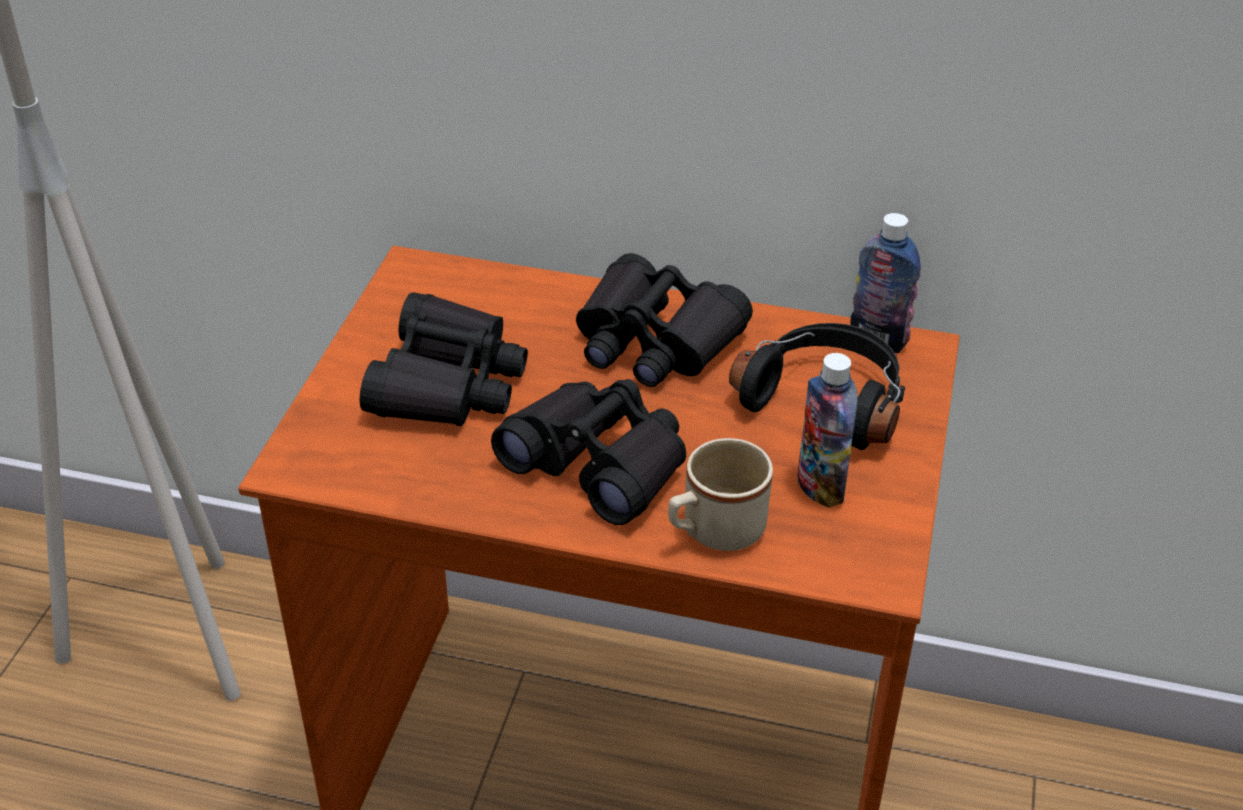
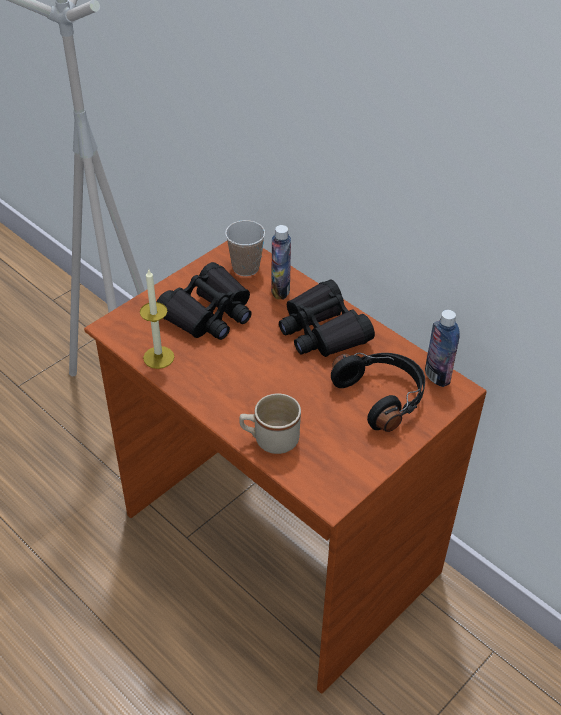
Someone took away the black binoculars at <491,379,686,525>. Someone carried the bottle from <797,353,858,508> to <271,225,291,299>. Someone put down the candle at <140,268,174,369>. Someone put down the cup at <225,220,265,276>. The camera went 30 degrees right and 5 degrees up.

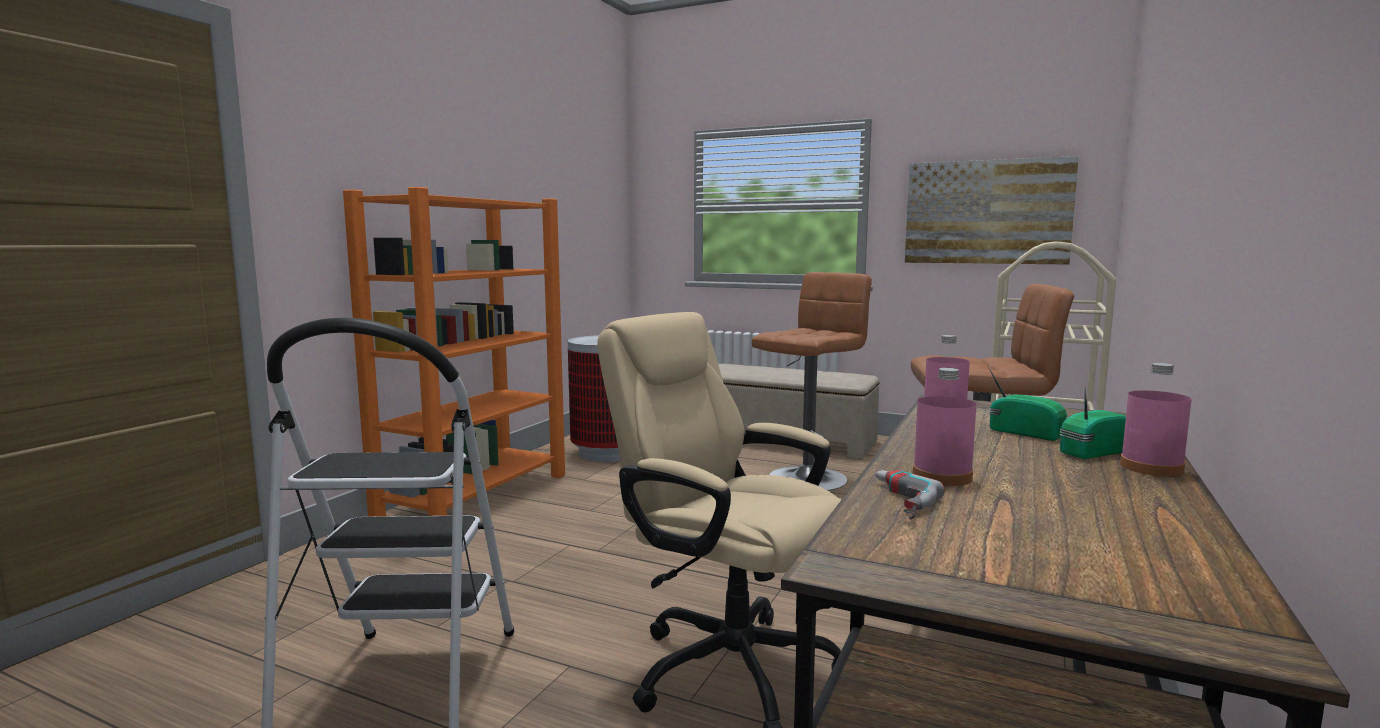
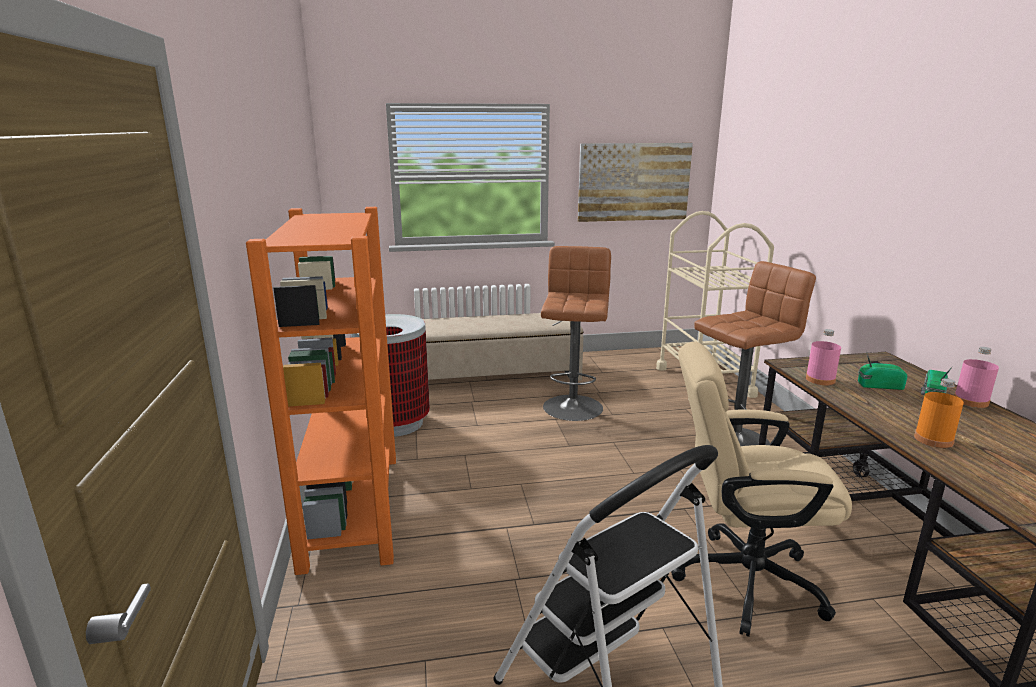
Someone took away the power drill at <875,470,945,520>. Someone repainted the pink bottle at <913,368,976,486>, which became the orange bottle at <914,378,964,448>. The camera went 35 degrees left and 10 degrees up.

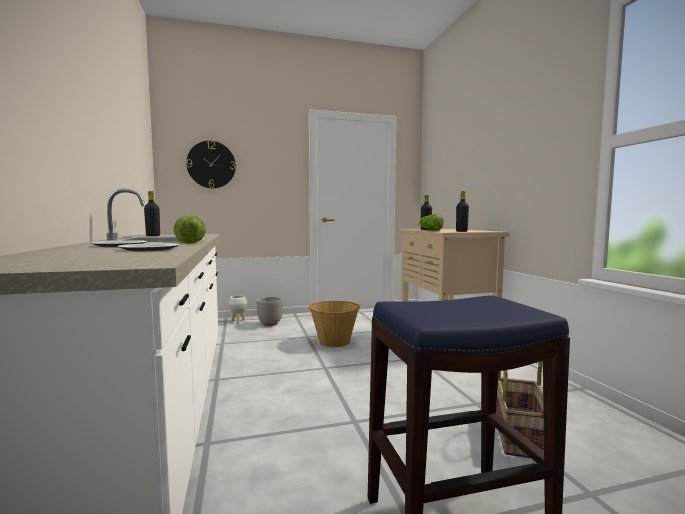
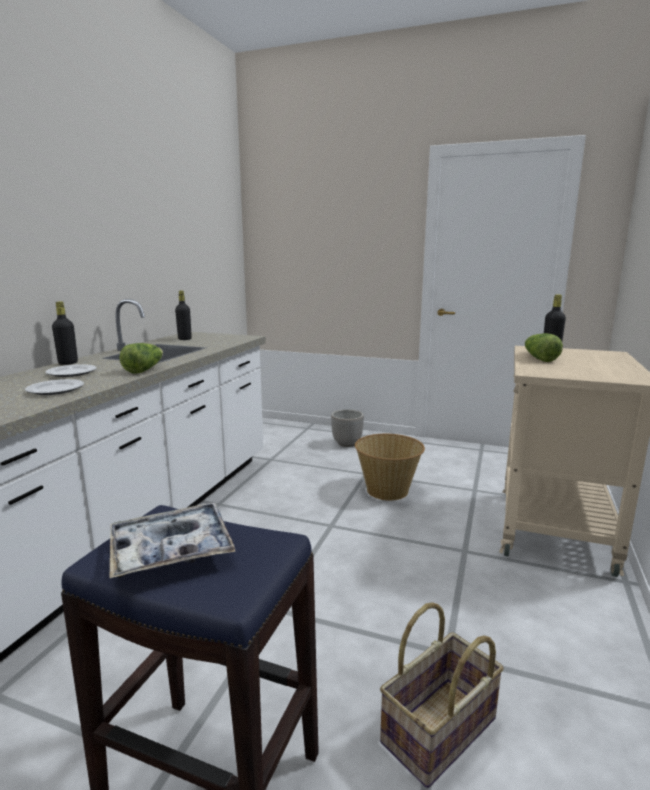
Someone took away the wall clock at <186,141,236,188>. Someone took away the white planter at <228,295,247,323>. Someone carried the black bottle from <456,191,469,232> to <52,301,78,365>. Someone put down the tray at <110,503,236,578>. The camera went 35 degrees right and 10 degrees up.

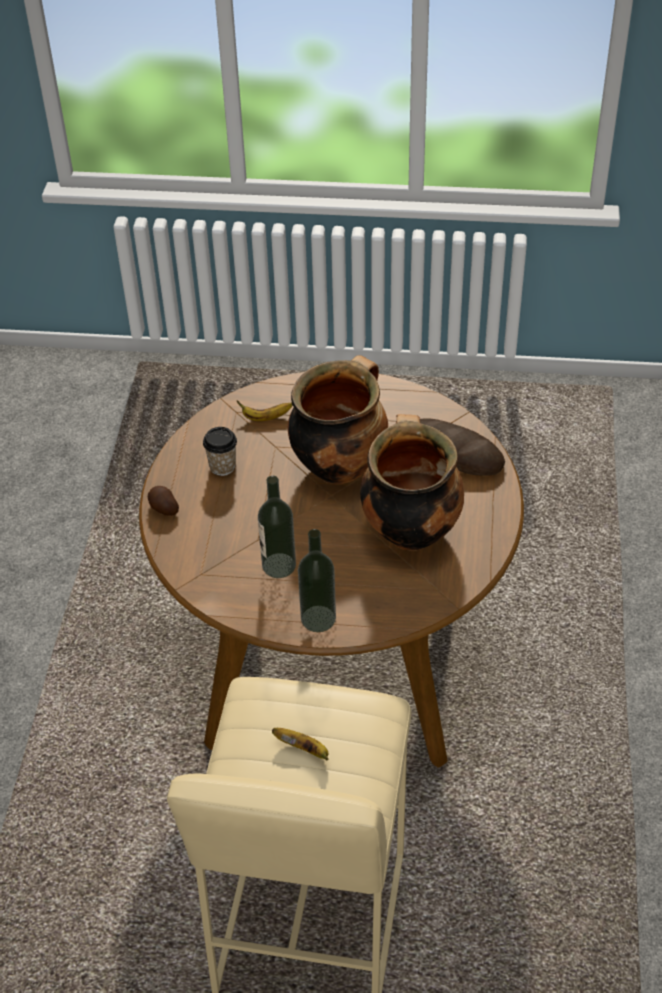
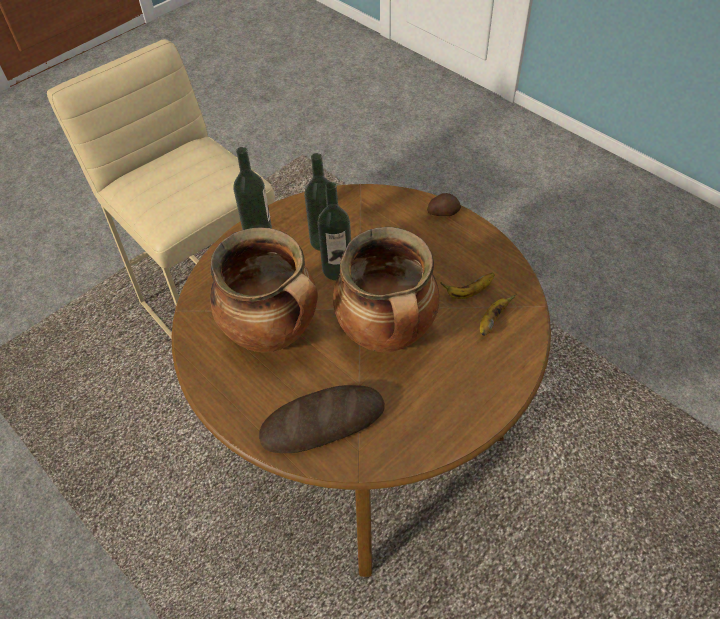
Someone took away the cup at <203,427,237,476>. Someone carried the banana from <272,728,328,761> to <440,273,494,299>. Someone put down the bottle at <317,182,351,280>. The camera went 130 degrees right and 5 degrees up.

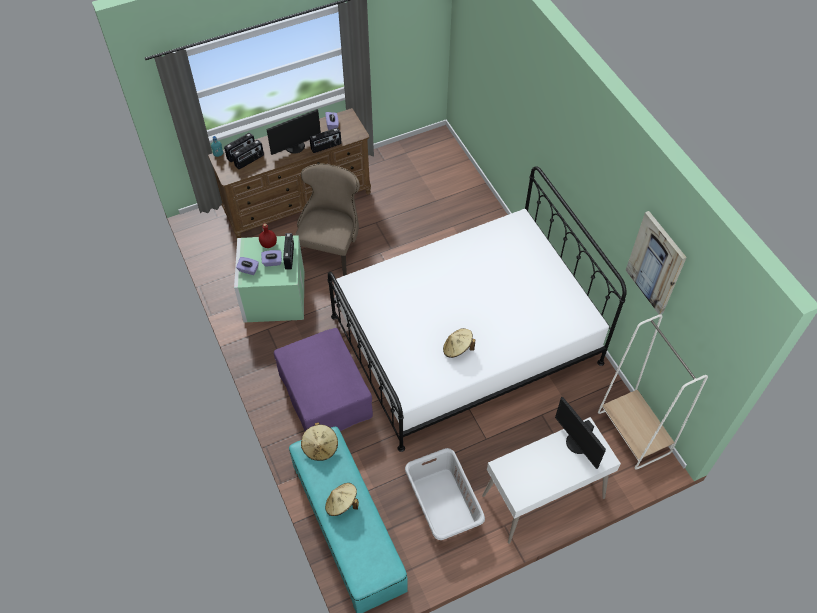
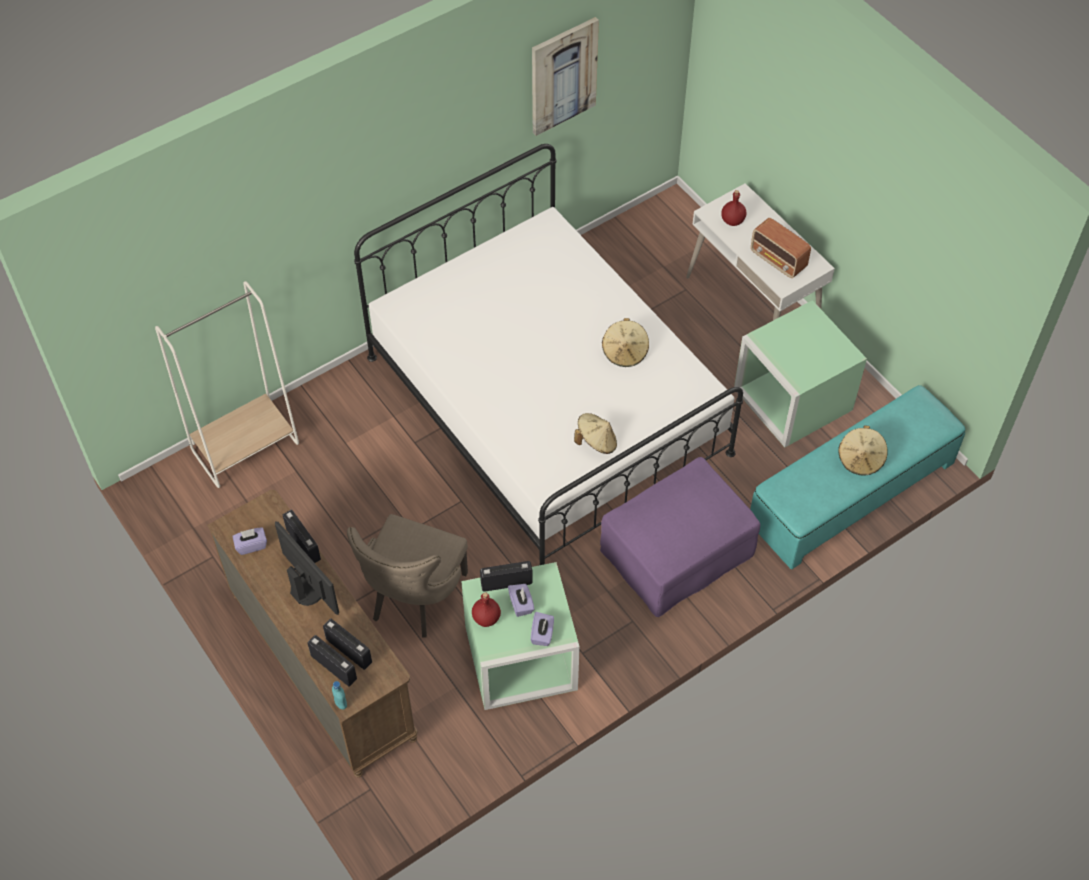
Someone rotated the beige chair at <295,164,360,276> by 75 degrees counterclockwise. Someone carried the beige hat from <301,422,338,461> to <574,413,617,454>. Someone swapped the grey laundry basket at <405,448,485,540> for the green storage box at <734,300,867,448>. Someone swapped the monitor at <555,397,606,469> for the red bottle at <721,190,746,226>. Someone carried the clothes rack from <598,314,708,470> to <155,281,299,488>. Someone put down the radio at <751,218,811,278>. The camera went 100 degrees left and 0 degrees up.

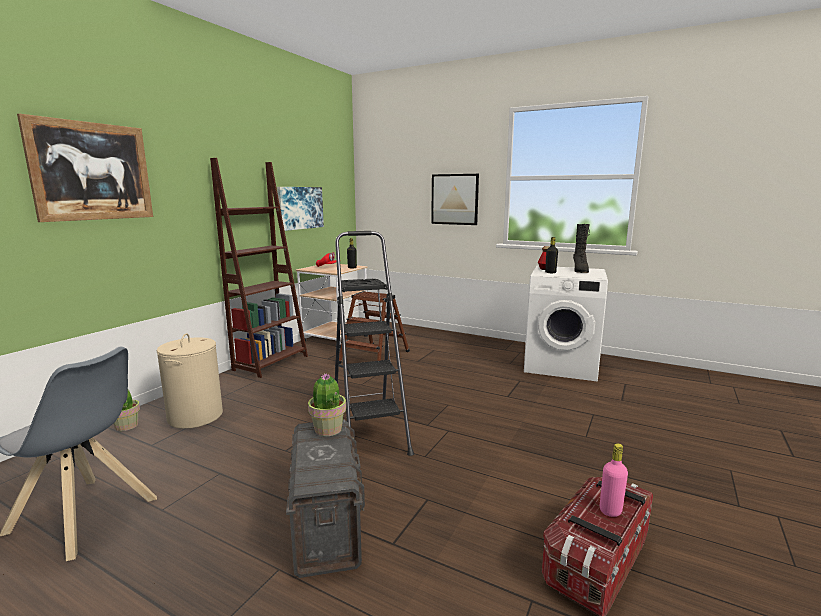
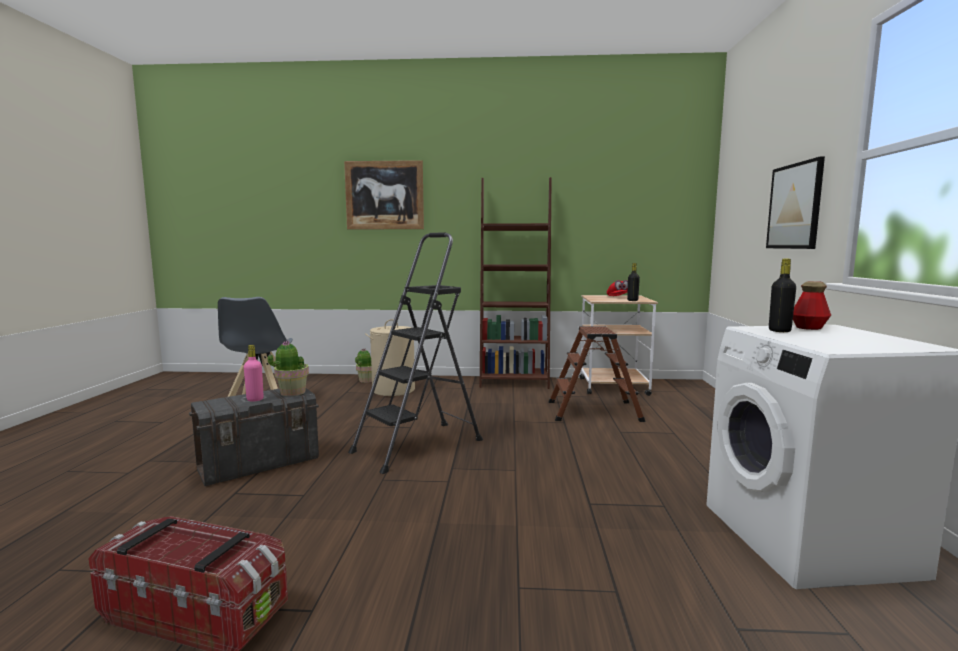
Someone took away the picture at <277,187,324,231>. Someone took away the black boot at <573,224,590,273>. Someone carried the pink bottle from <600,443,628,517> to <244,345,264,402>. The camera went 65 degrees right and 5 degrees down.

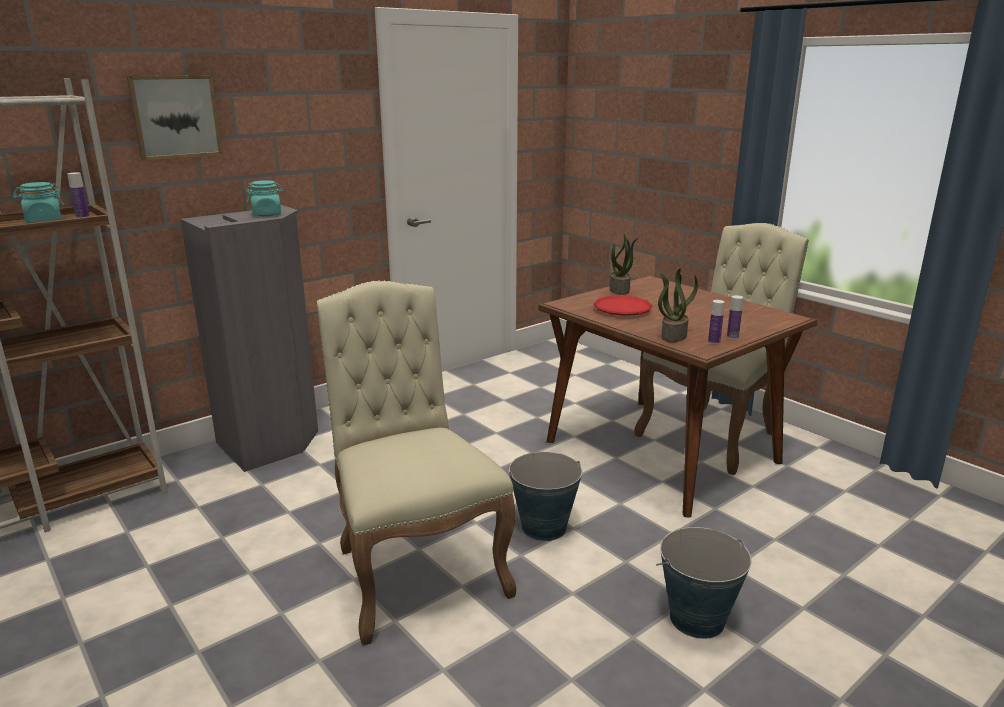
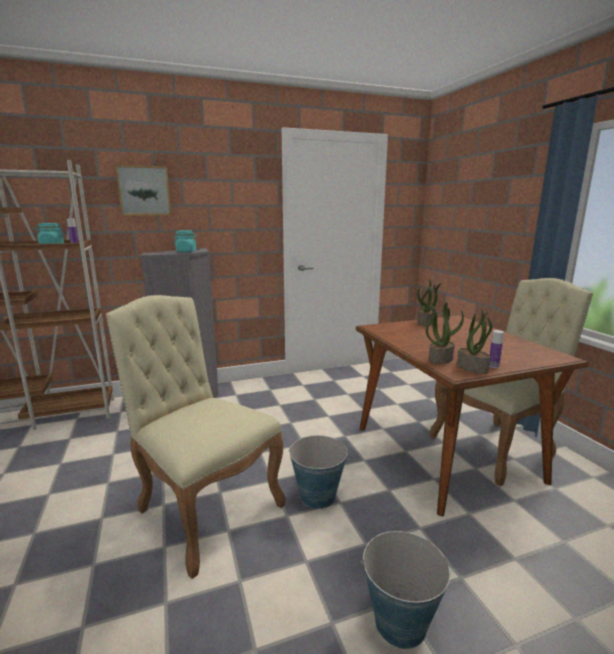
Someone rotated the beige chair at <316,280,516,646> by 45 degrees counterclockwise. Someone took away the red plate at <593,295,653,316>. Someone swapped the bottle at <708,300,725,344> for the potted plant at <457,309,493,374>. The camera went 20 degrees right and 5 degrees down.

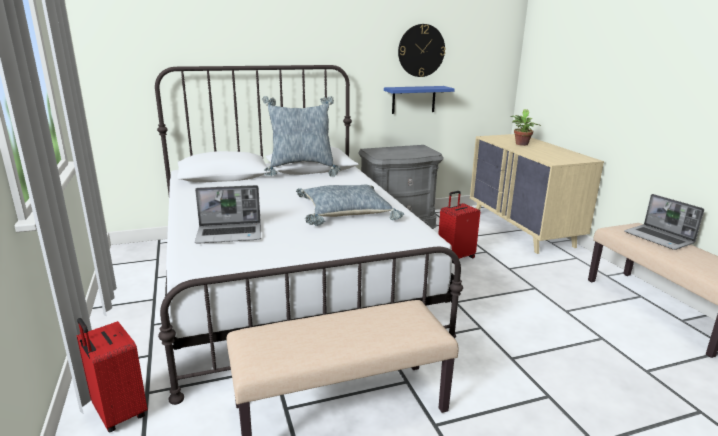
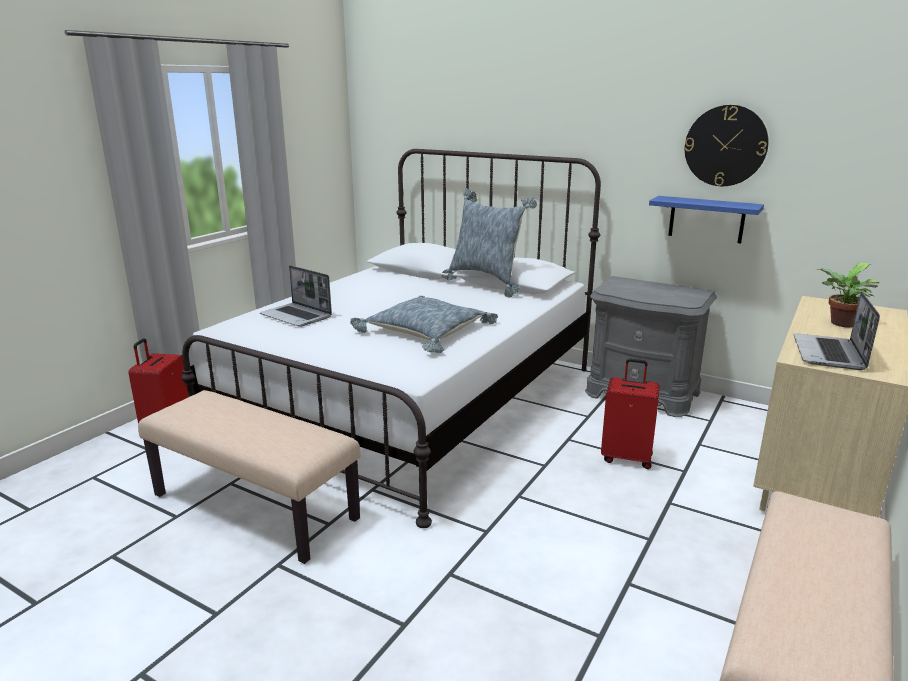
Someone carried the laptop from <624,194,704,250> to <794,292,880,370>. The camera went 50 degrees right and 0 degrees up.

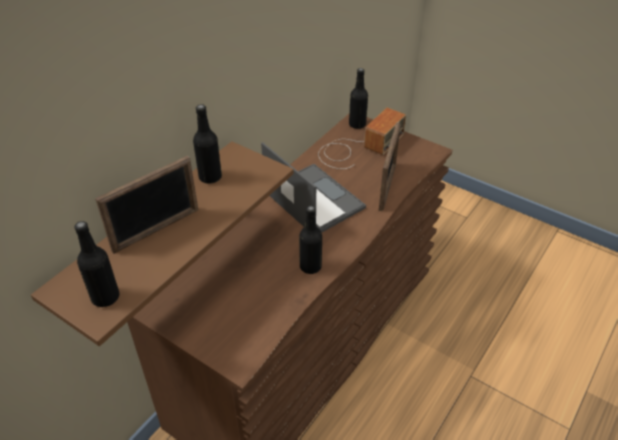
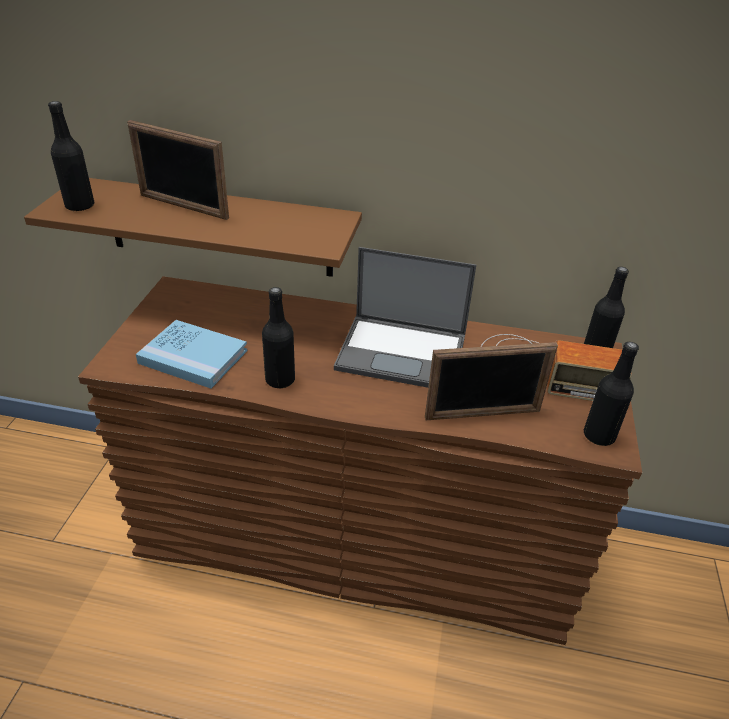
Someone carried the black bottle from <193,104,222,184> to <584,342,639,446>. Someone rotated the laptop at <261,142,366,233> by 75 degrees clockwise. Someone put down the blue book at <136,320,247,389>. The camera went 65 degrees right and 5 degrees down.

